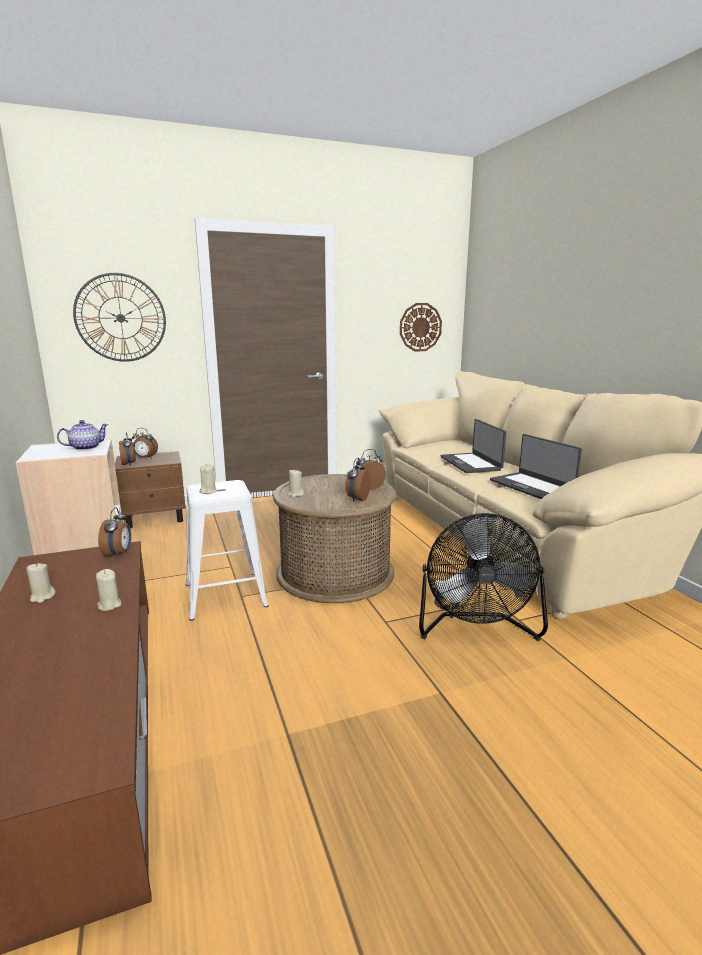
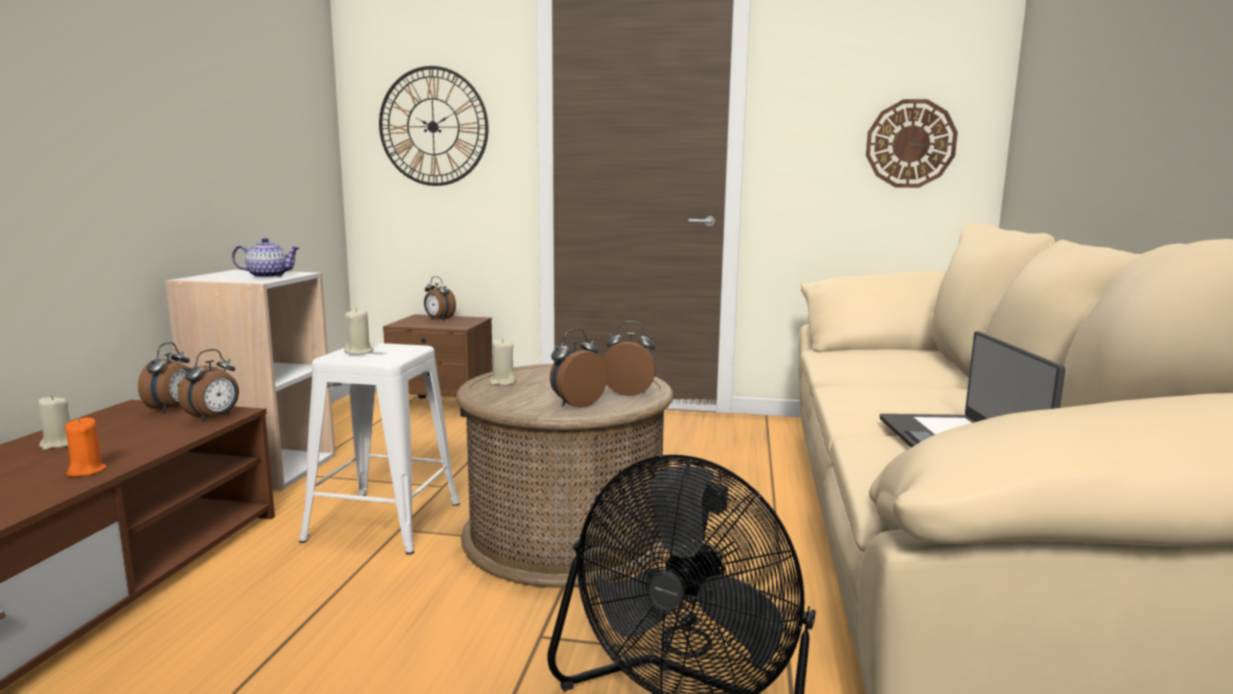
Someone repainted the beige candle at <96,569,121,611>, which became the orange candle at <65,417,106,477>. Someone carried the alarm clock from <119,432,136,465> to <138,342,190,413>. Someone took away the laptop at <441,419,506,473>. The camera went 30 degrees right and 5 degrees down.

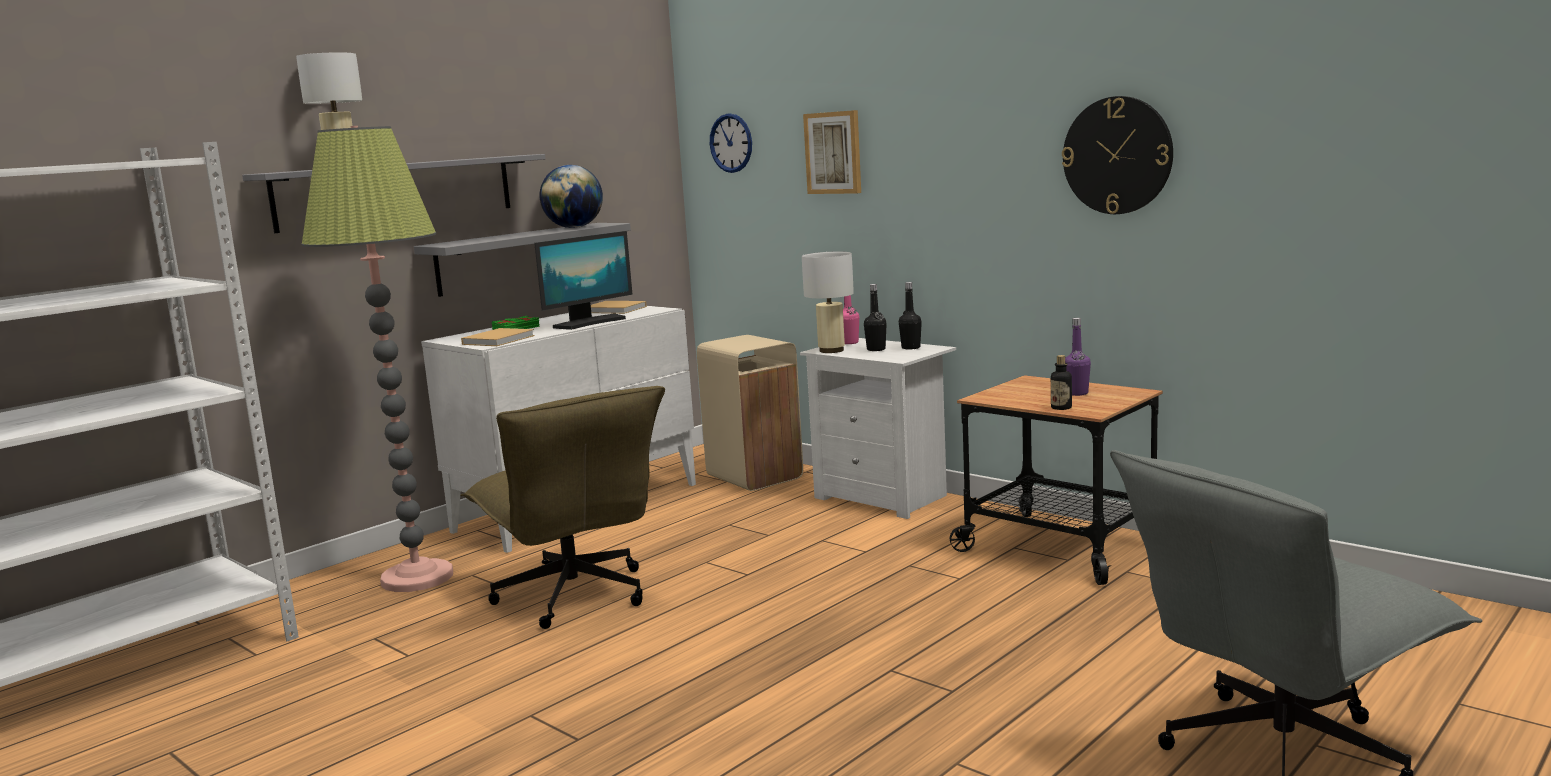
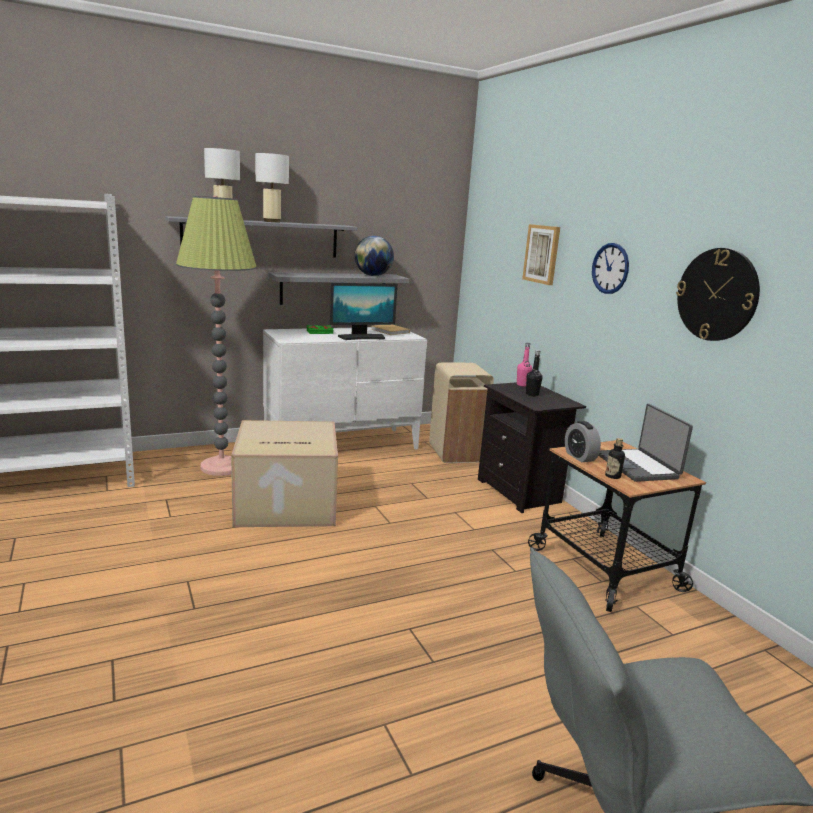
Someone swapped the beige office chair at <460,386,665,629> for the cardboard box at <231,420,338,527>. Someone took away the beige book at <461,328,535,346>. Someone carried the wall clock from <710,113,752,173> to <592,243,629,294>. Someone repainted the white nightstand at <800,338,956,519>, which became the black nightstand at <478,382,586,513>. Someone carried the white table lamp from <802,251,853,353> to <255,153,289,222>. Someone took away the black bottle at <899,282,922,349>. Someone swapped the purple bottle at <1065,318,1091,396> for the laptop at <598,404,693,482>. Someone put down the alarm clock at <565,421,601,462>. The camera went 20 degrees right and 5 degrees up.

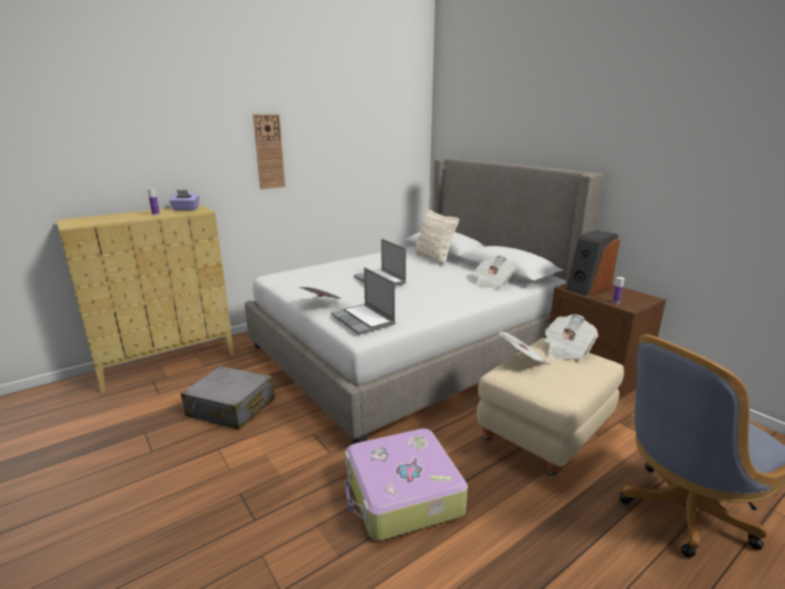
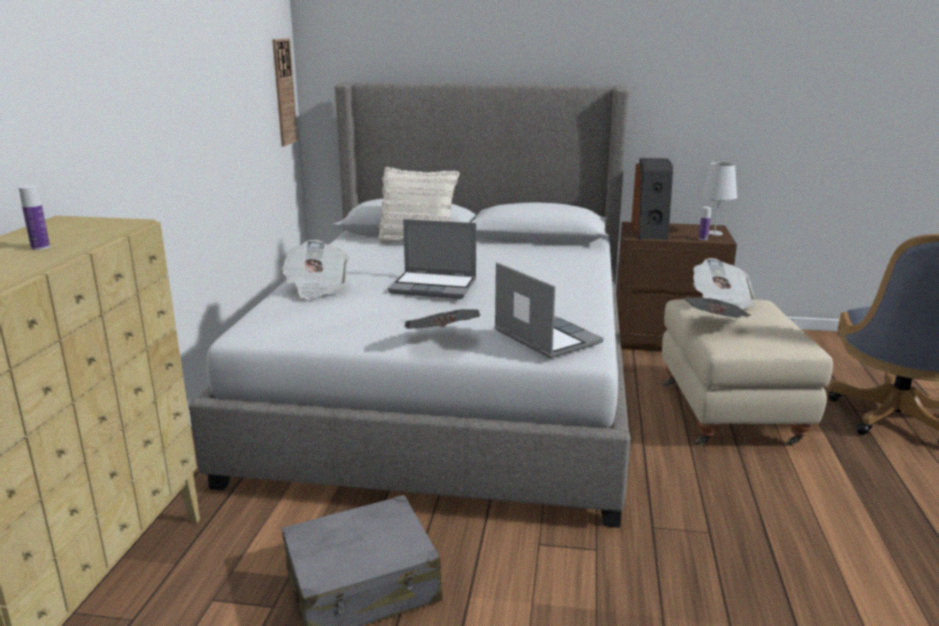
Someone took away the purple tissue box at <169,190,200,211>. Someone carried the wall clock from <253,114,285,189> to <272,39,298,146>. Someone rotated the laptop at <331,267,395,335> by 135 degrees counterclockwise. Someone took away the suitcase at <345,429,468,541>. Someone carried the newspaper from <474,255,515,288> to <281,240,349,299>. Someone put down the white table lamp at <701,162,737,236>. The camera went 45 degrees left and 0 degrees up.

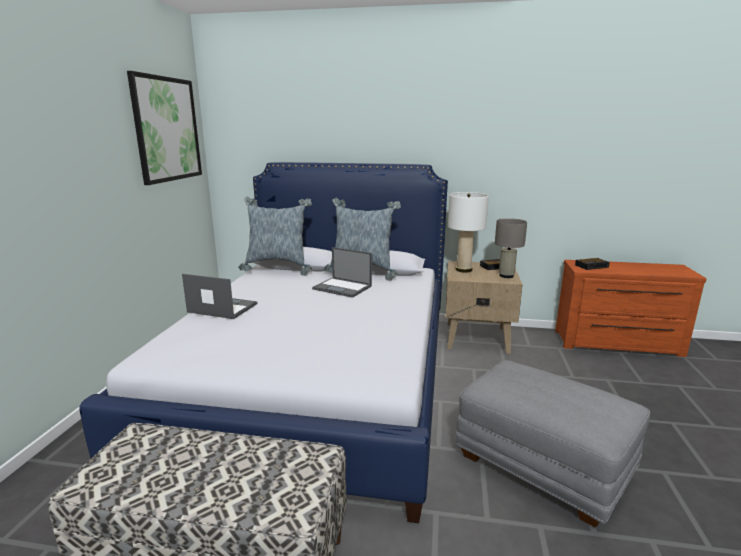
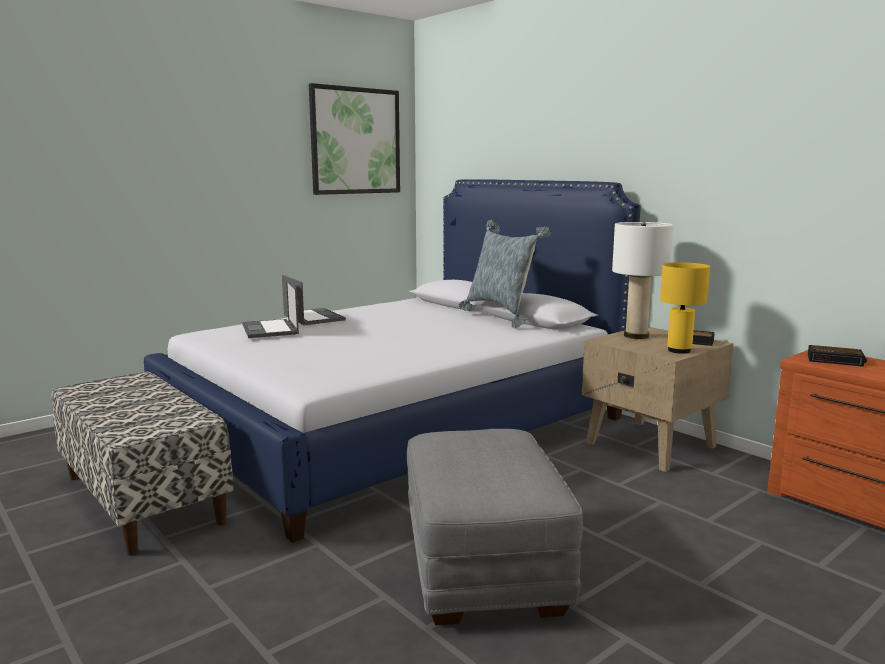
Someone took away the pillow at <238,197,313,276>. Someone carried the laptop from <312,247,372,298> to <242,279,299,338>. Someone repainted the grey table lamp at <495,218,527,278>, which became the yellow table lamp at <660,262,710,354>. The camera went 40 degrees right and 5 degrees down.

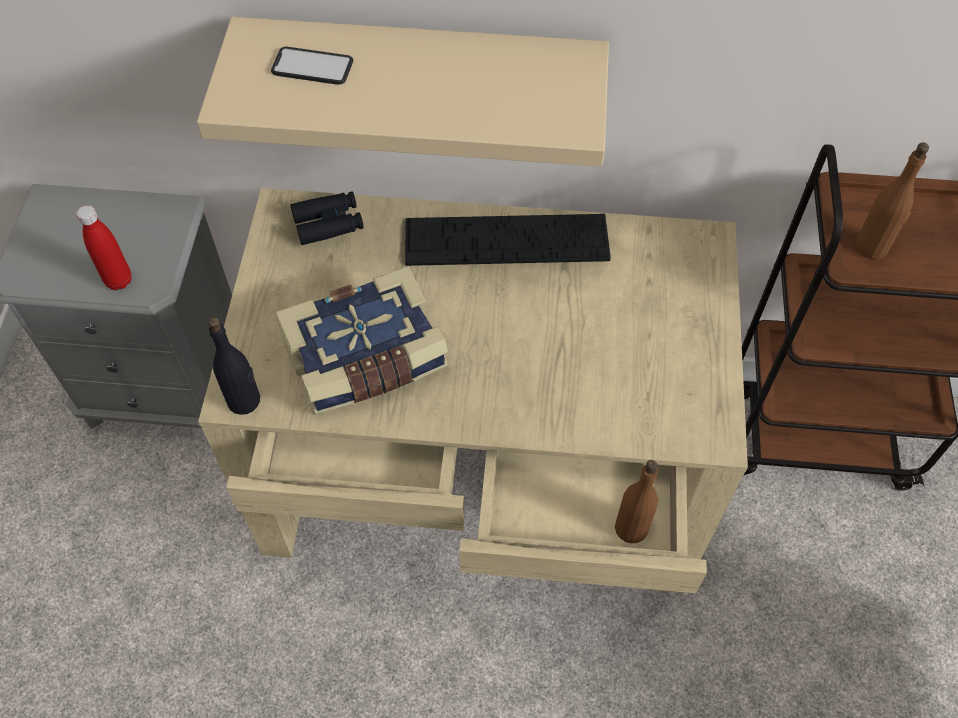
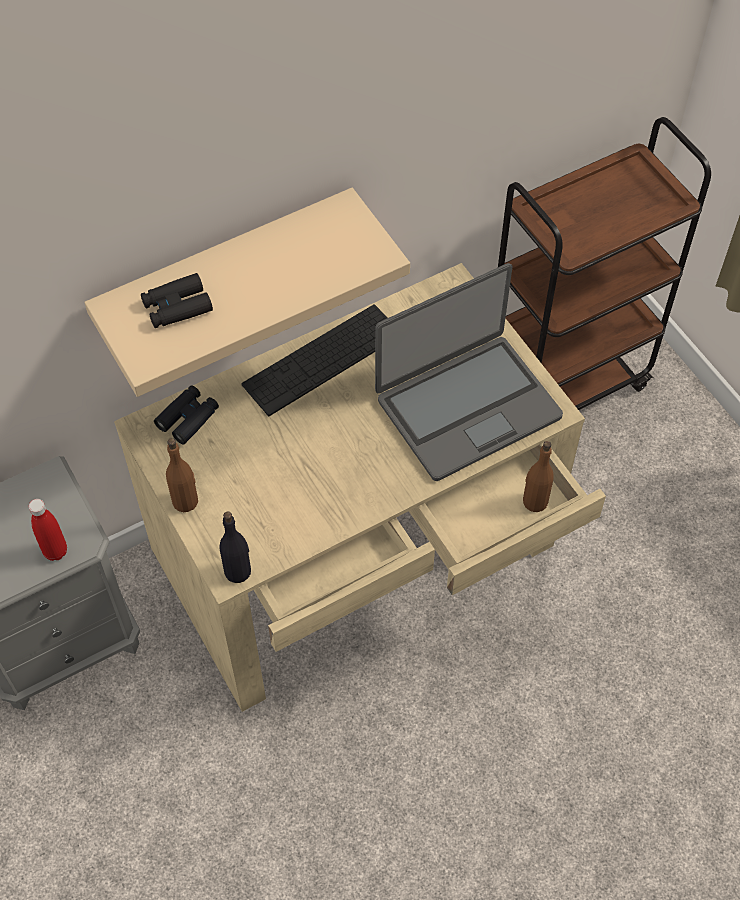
Someone swapped the phone at <271,47,353,85> for the black binoculars at <141,273,213,328>. Someone took away the book at <275,266,448,415>. Someone carried the brown bottle from <855,142,929,259> to <166,438,198,512>. Someone put down the laptop at <375,263,563,481>. The camera went 35 degrees left and 0 degrees up.

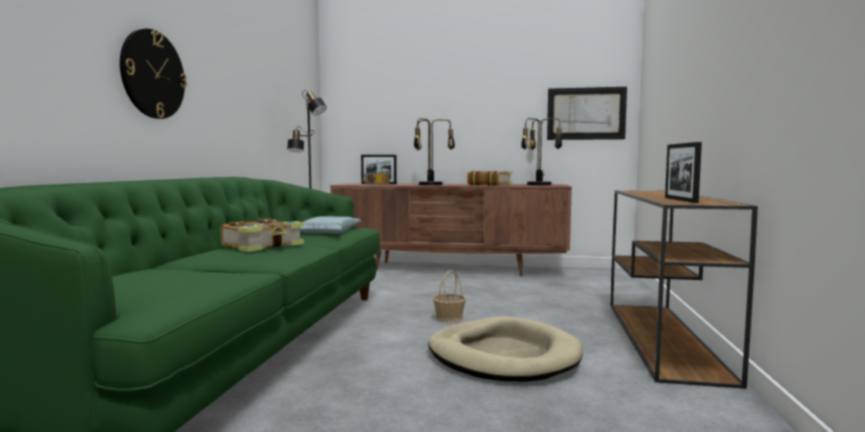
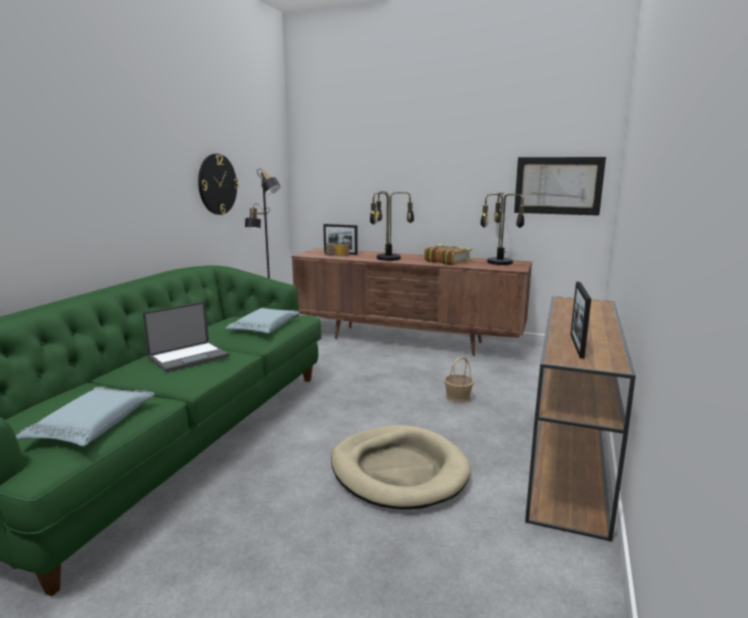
Someone carried the wall clock from <120,28,187,119> to <198,154,239,215>. Someone swapped the book at <221,218,304,252> for the laptop at <142,301,230,372>. Someone carried the basket from <433,270,466,324> to <444,356,474,403>. Someone put down the blue pillow at <16,386,155,447>. The camera went 10 degrees right and 10 degrees up.

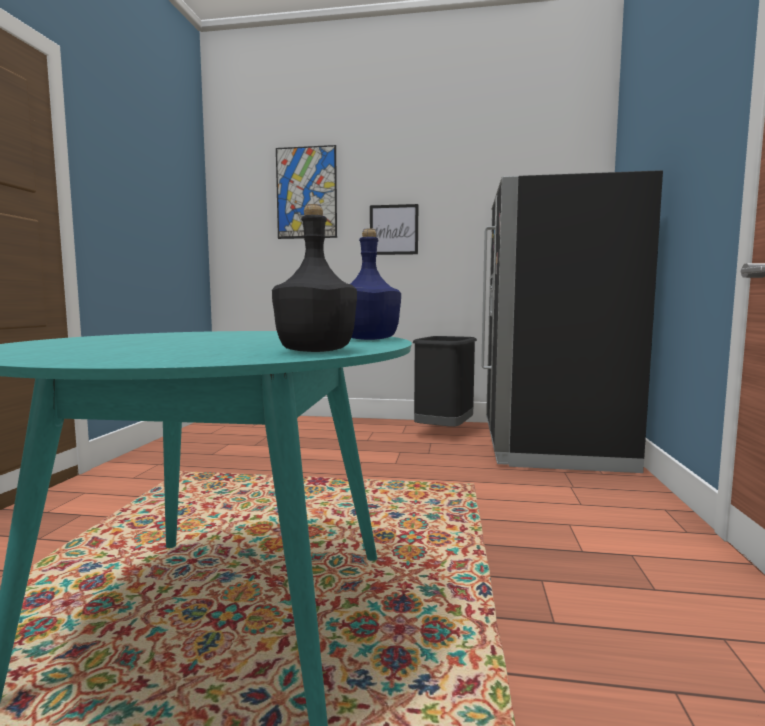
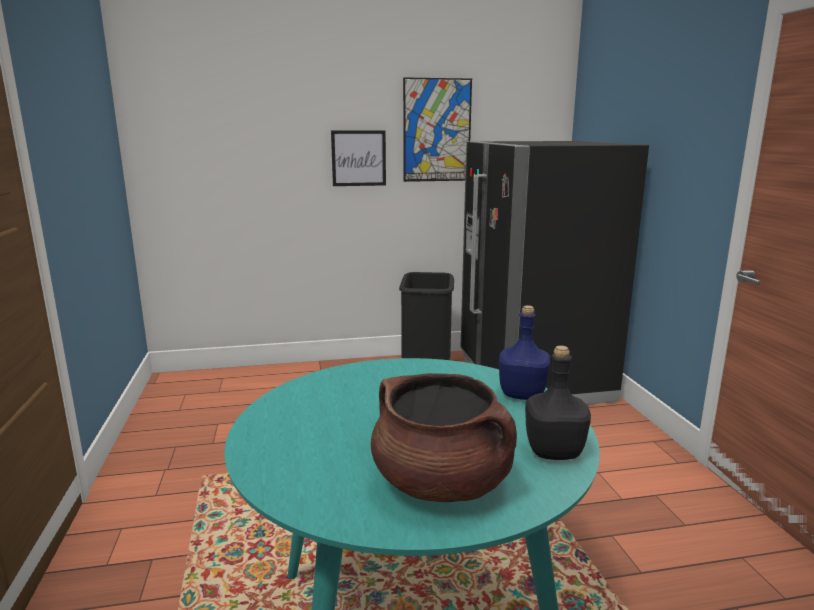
Someone carried the picture from <276,145,337,239> to <403,77,472,182>. Someone put down the brown cooking pot at <371,373,517,502>. The camera went 20 degrees left and 10 degrees up.

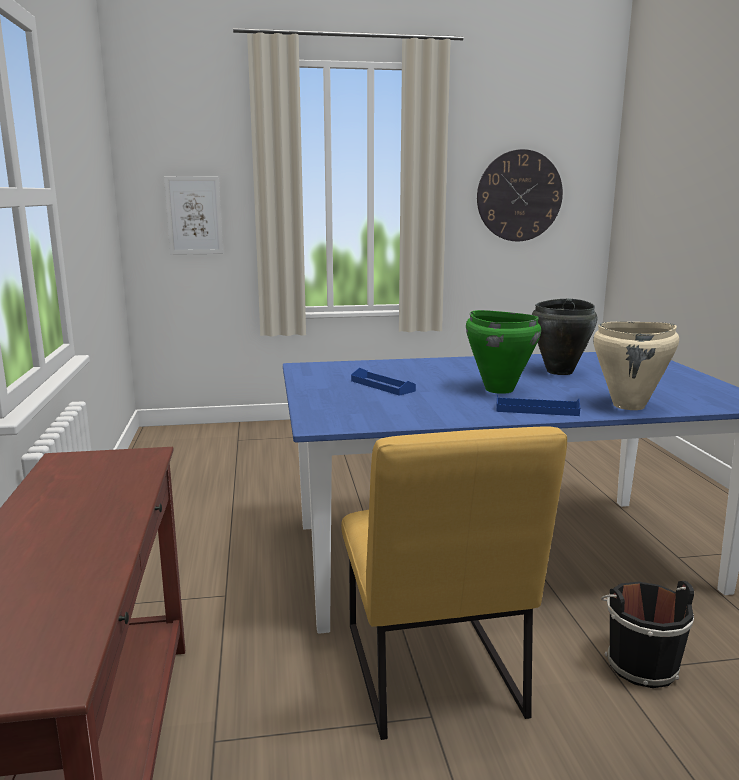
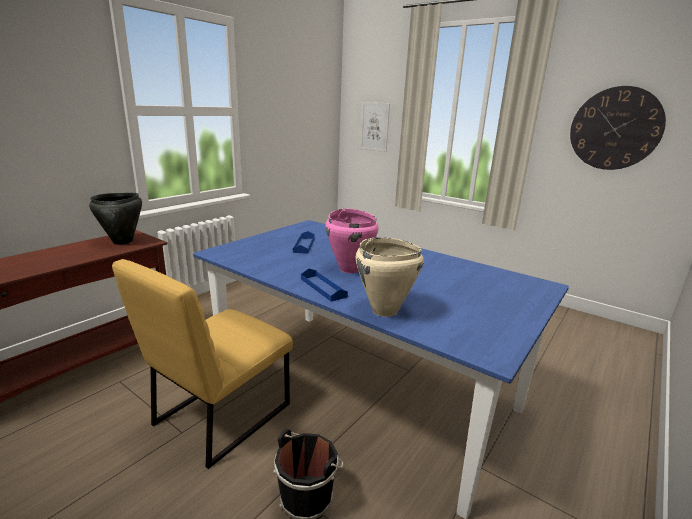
Someone repainted the green cooking pot at <466,310,541,394>, which became the pink cooking pot at <326,209,379,273>. Someone carried the black cooking pot from <532,298,597,375> to <89,193,142,245>. The camera went 45 degrees right and 5 degrees up.

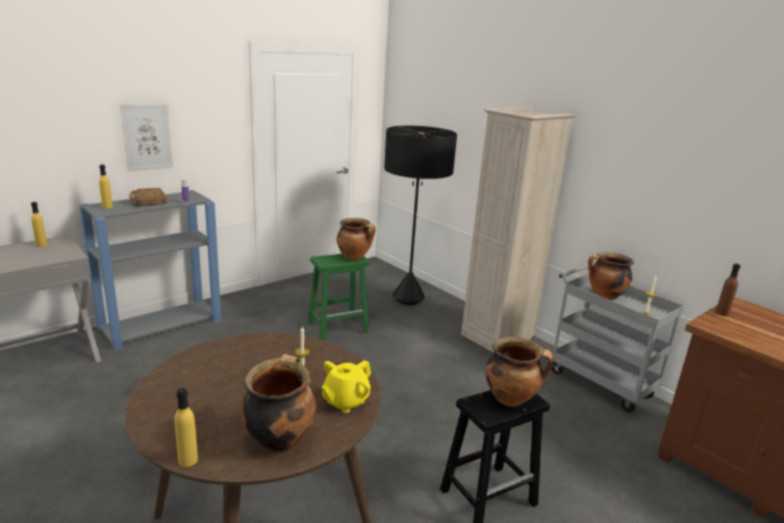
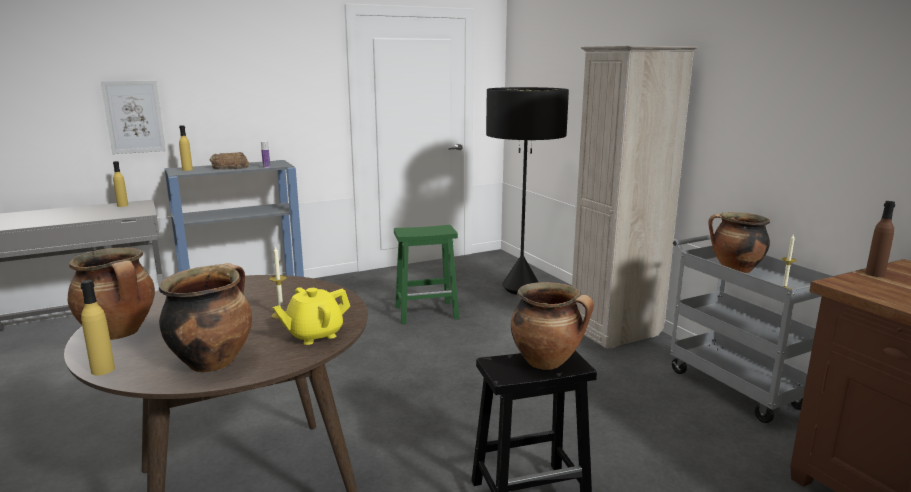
Someone carried the picture from <120,103,173,172> to <101,81,166,154>. Someone carried the cooking pot from <337,218,376,260> to <68,247,155,340>. The camera went 15 degrees right and 5 degrees down.

